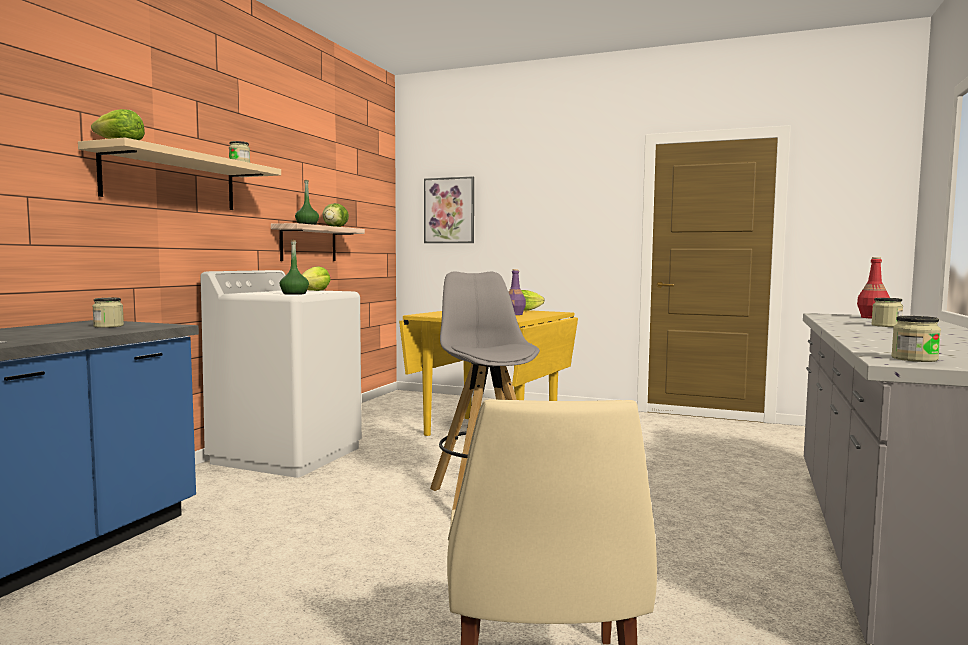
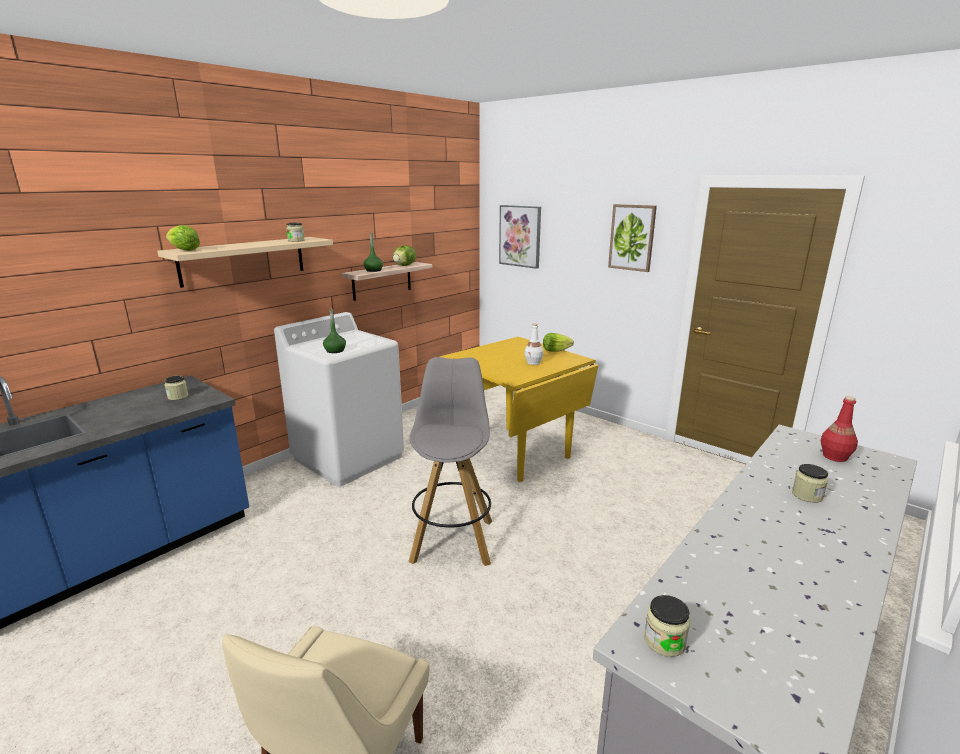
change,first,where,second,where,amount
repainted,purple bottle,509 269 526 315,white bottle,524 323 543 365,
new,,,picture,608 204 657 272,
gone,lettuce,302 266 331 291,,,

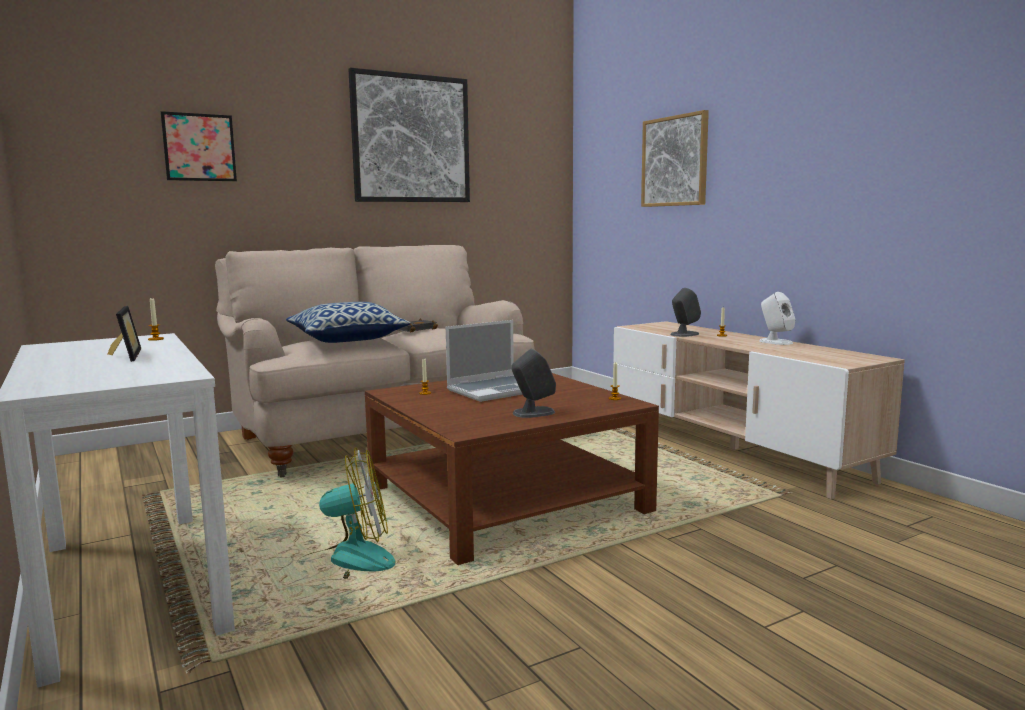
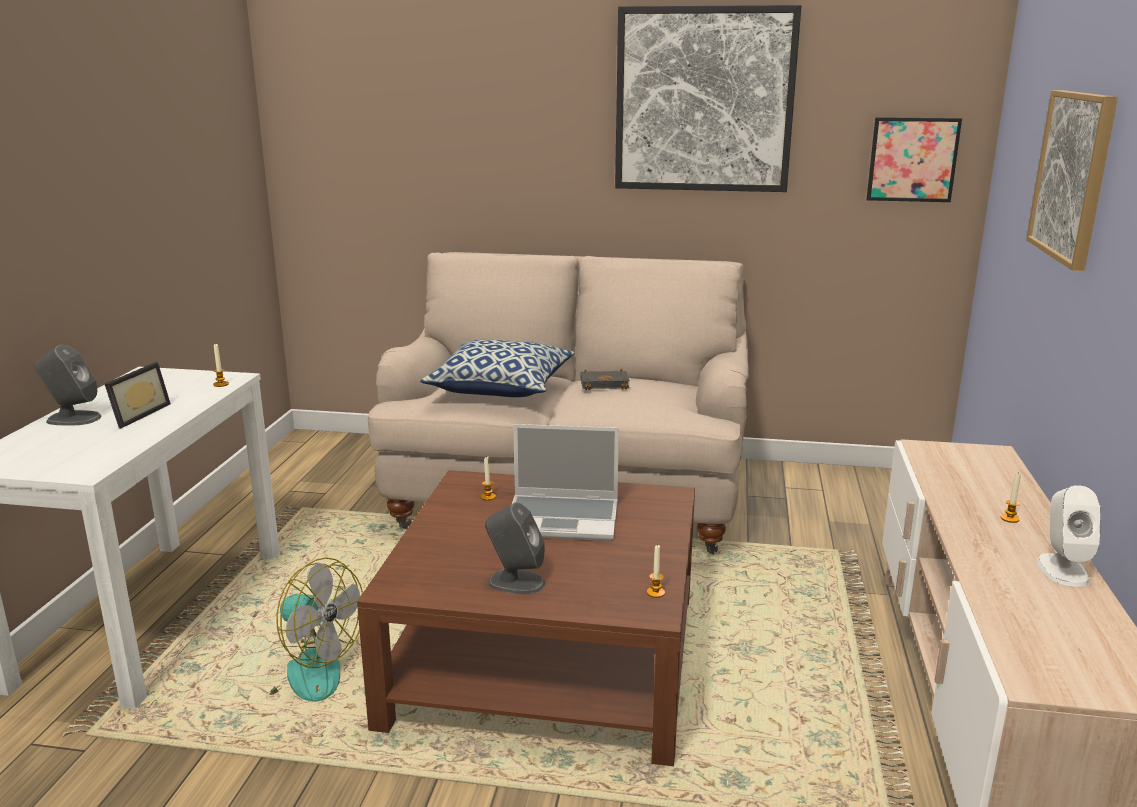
change,first,where,second,where,amount
shifted,grey speaker,670 288 701 337,,35 345 102 426,
shifted,picture,161 111 237 181,,866 117 962 202,

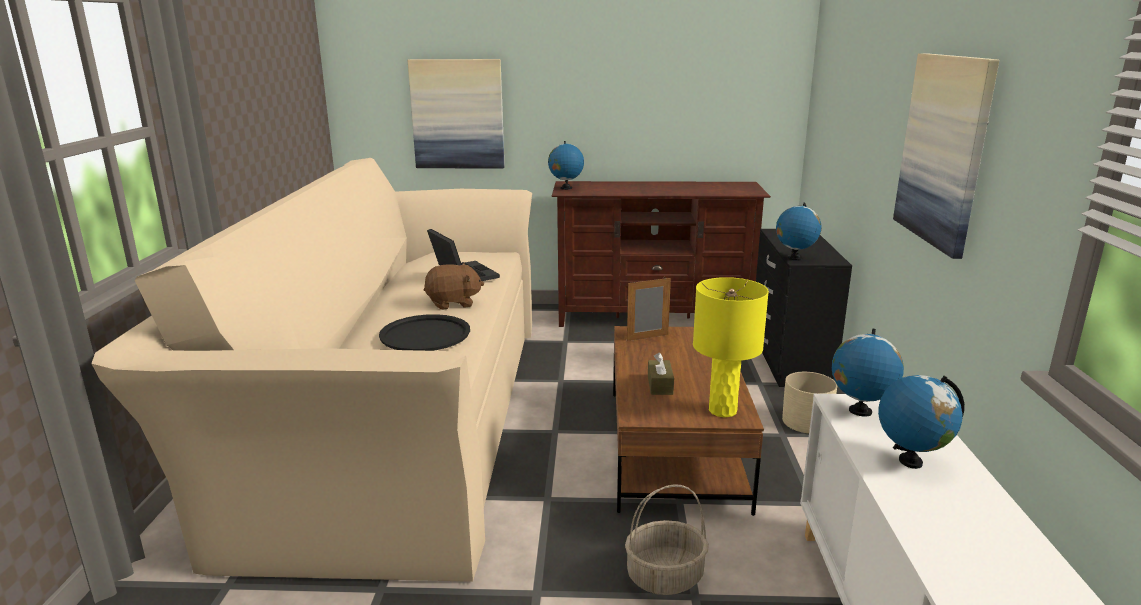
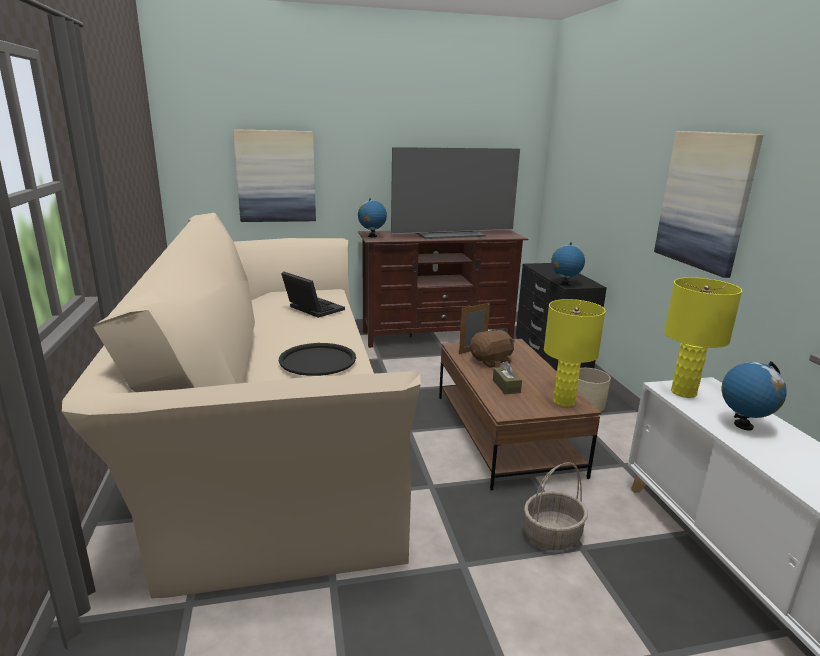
change,first,where,second,where,amount
new,,,television,391 147 520 239,
shifted,brown plush toy,424 263 484 310,,470 329 515 368,
swapped,globe,831 329 904 417,yellow table lamp,664 277 742 398,

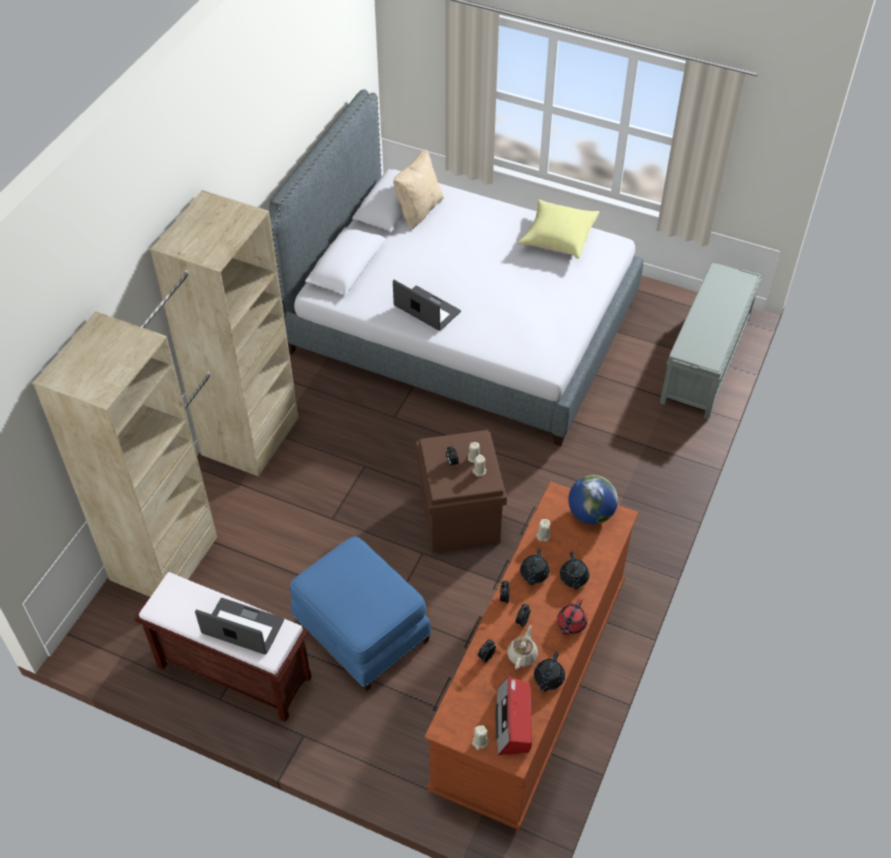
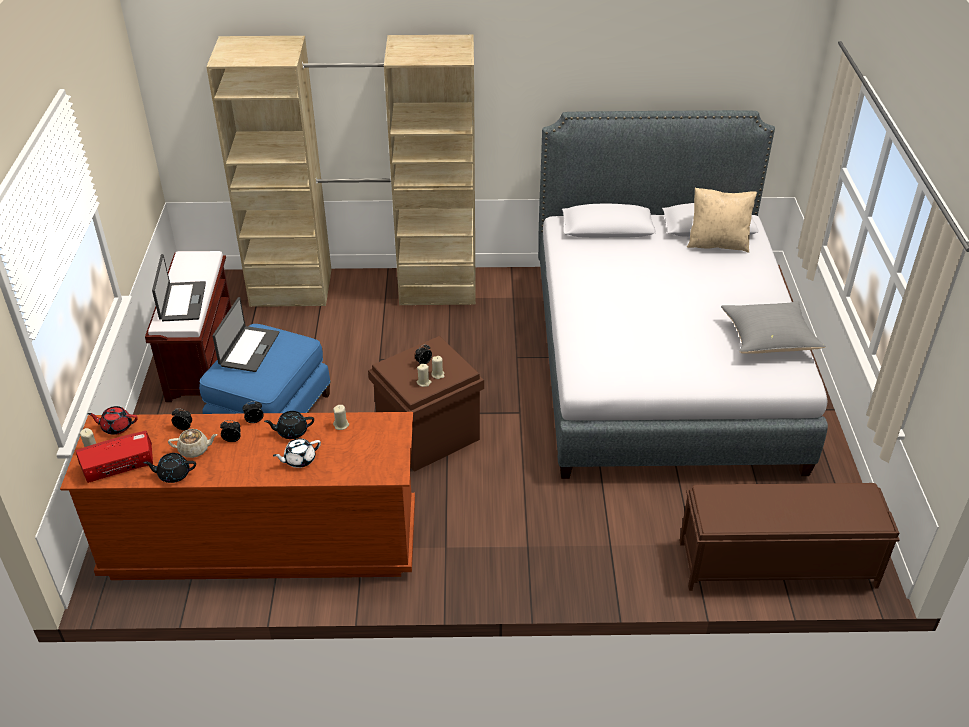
change,first,where,second,where,amount
shifted,red teapot,557 598 587 635,,87 406 138 435,
shifted,laptop,393 280 461 331,,213 297 279 372,
repainted,black teapot,560 552 589 590,white teapot,273 438 321 468,
repainted,grey bench,660 263 761 419,brown bench,679 483 900 591,
repainted,yellow pillow,518 199 599 259,grey pillow,721 301 826 354,
gone,globe,568 475 618 525,,,

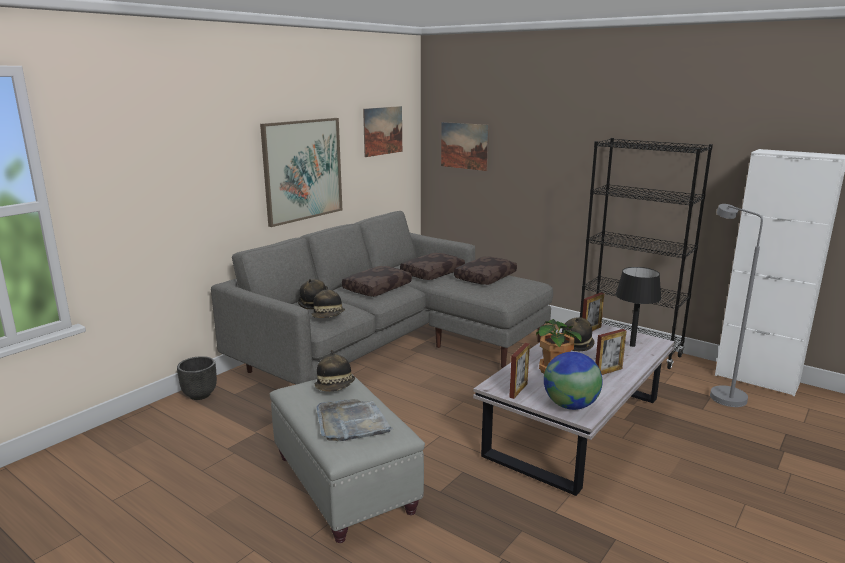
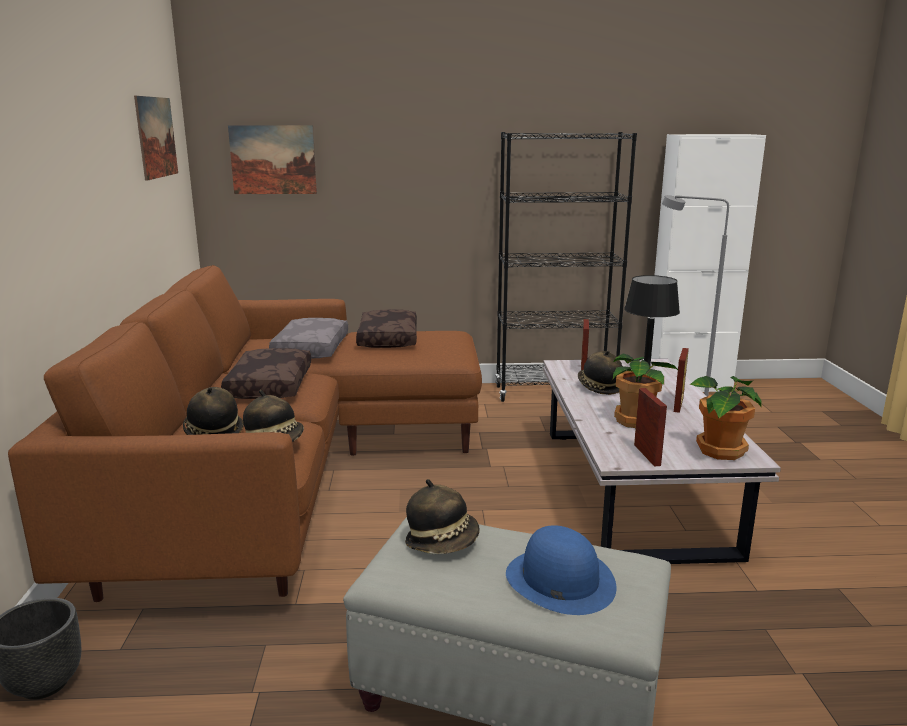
change,first,where,second,where,amount
repainted,grey sofa,211 211 553 385,brown sofa,8 265 482 602,
repainted,brown pillow,400 253 465 280,grey pillow,269 318 348 358,
swapped,grey tray,316 399 393 441,blue hat,506 525 617 615,
swapped,globe,544 352 603 410,potted plant,690 376 762 460,
gone,picture,260 118 342 227,,,

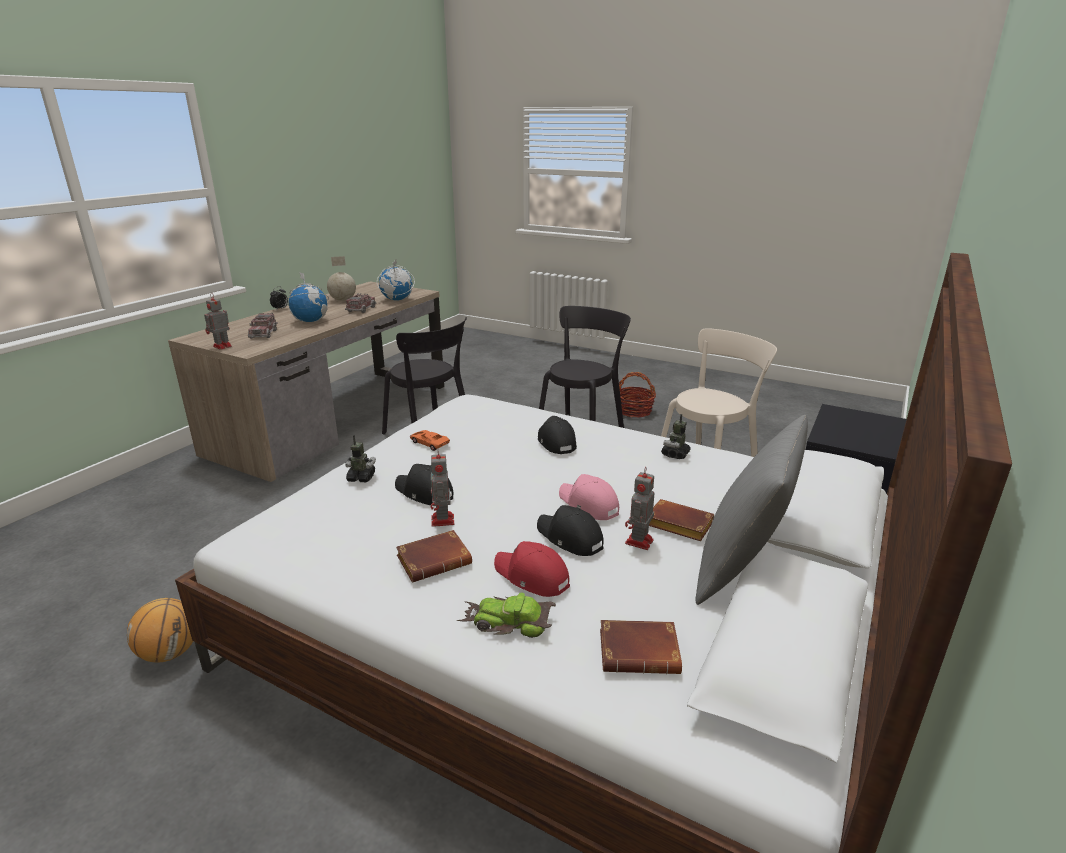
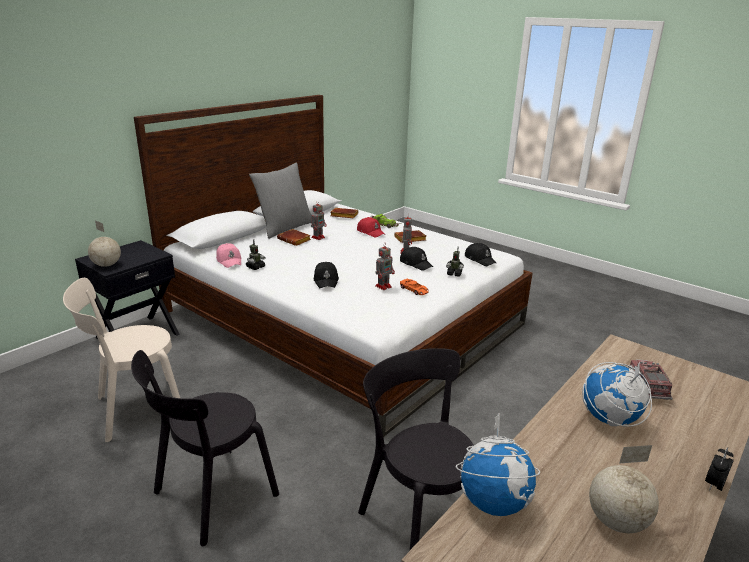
change,first,where,second,where,amount
new,,,globe,88 221 121 267,
shifted,pink cap,559 474 619 520,,216 243 241 268,
shifted,toy robot,204 293 232 350,,375 243 395 290,
shifted,black cap,537 505 604 556,,465 243 497 266,
gone,basketball,127 598 193 663,,,
gone,toy truck,345 293 376 313,,,
gone,basket,619 372 656 417,,,

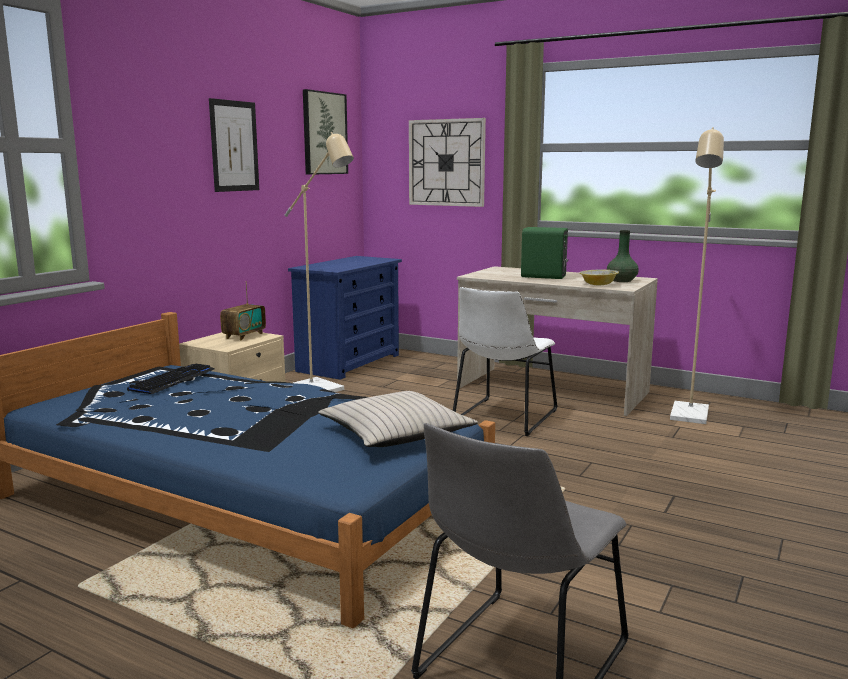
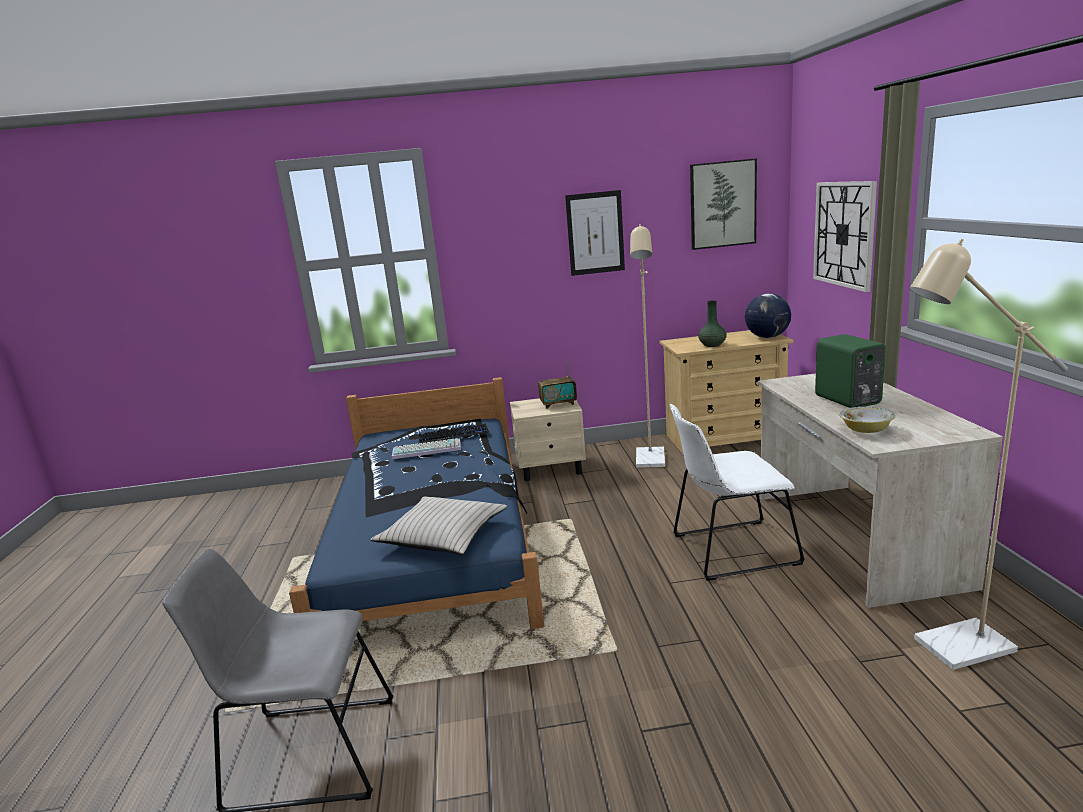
change,first,where,second,where,amount
new,,,keyboard,392 438 461 459,
repainted,blue dresser,288 256 402 380,beige dresser,660 330 793 455,
shifted,green vase,607 230 639 282,,698 300 727 347,
new,,,globe,745 294 791 338,

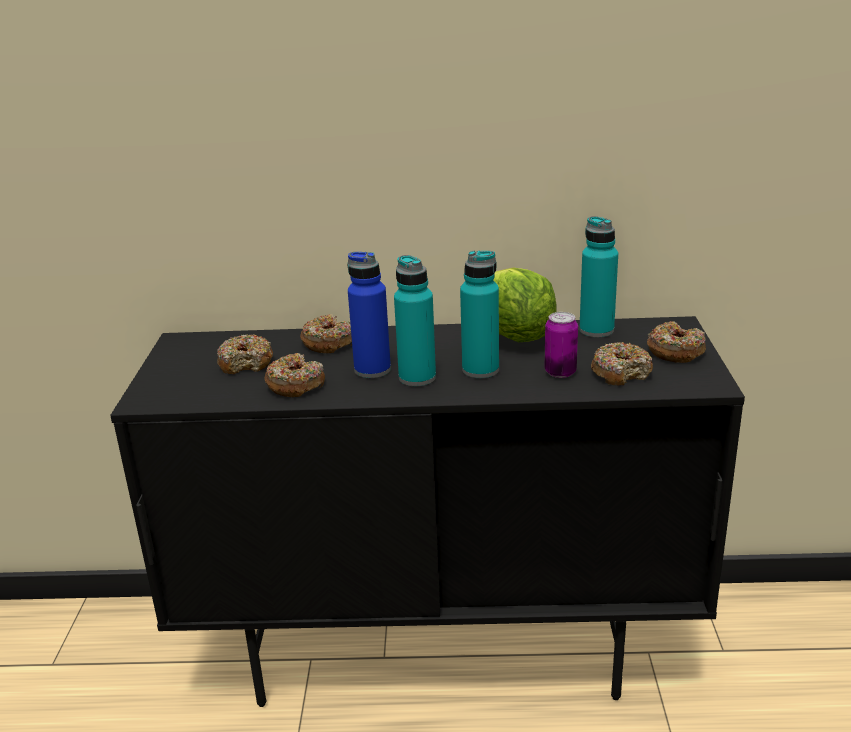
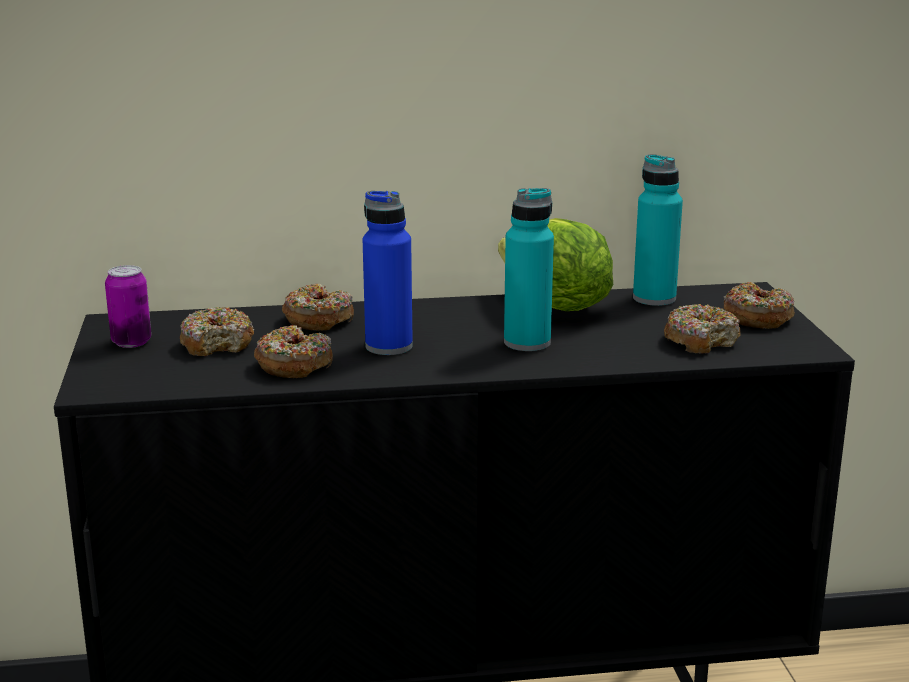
change,first,where,second,where,amount
shifted,can,544 312 578 378,,105 265 151 348,
gone,turquoise bottle,394 255 436 386,,,

